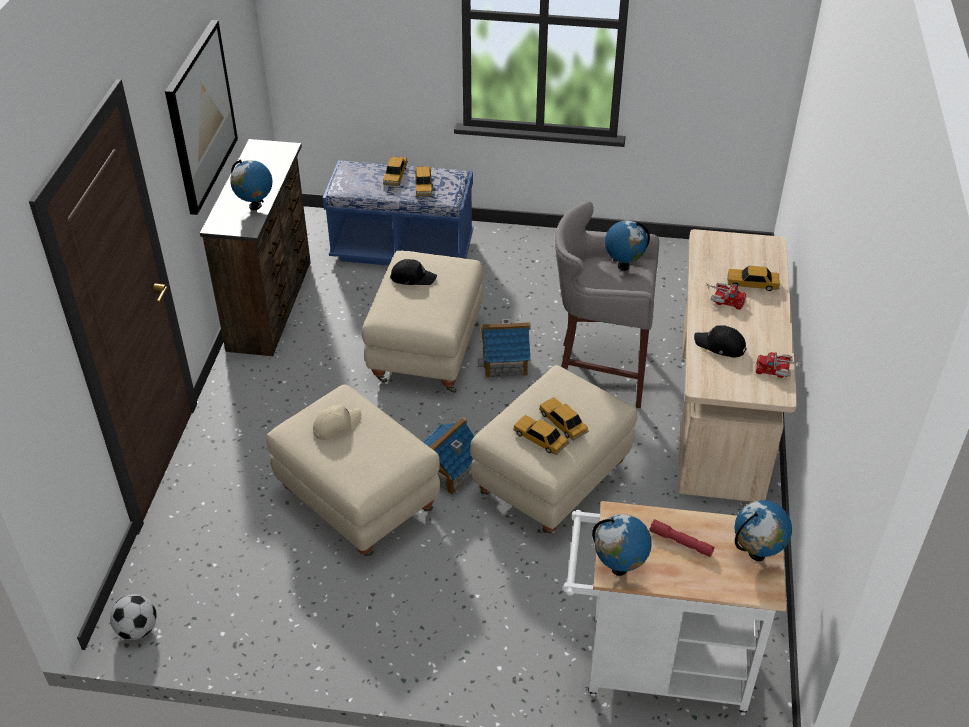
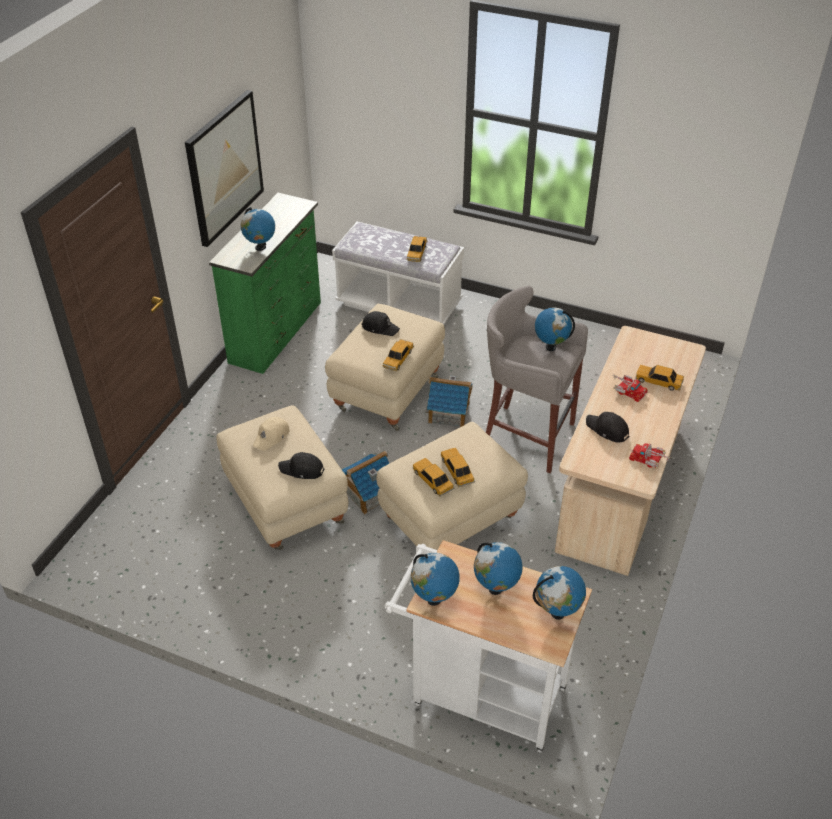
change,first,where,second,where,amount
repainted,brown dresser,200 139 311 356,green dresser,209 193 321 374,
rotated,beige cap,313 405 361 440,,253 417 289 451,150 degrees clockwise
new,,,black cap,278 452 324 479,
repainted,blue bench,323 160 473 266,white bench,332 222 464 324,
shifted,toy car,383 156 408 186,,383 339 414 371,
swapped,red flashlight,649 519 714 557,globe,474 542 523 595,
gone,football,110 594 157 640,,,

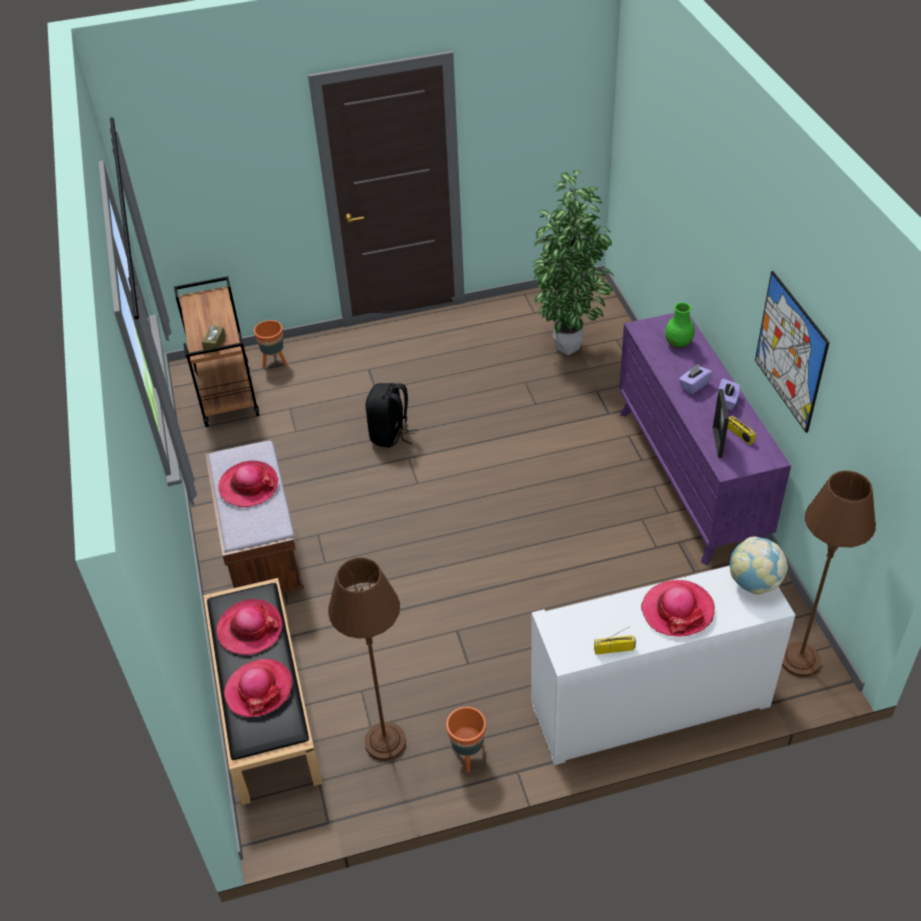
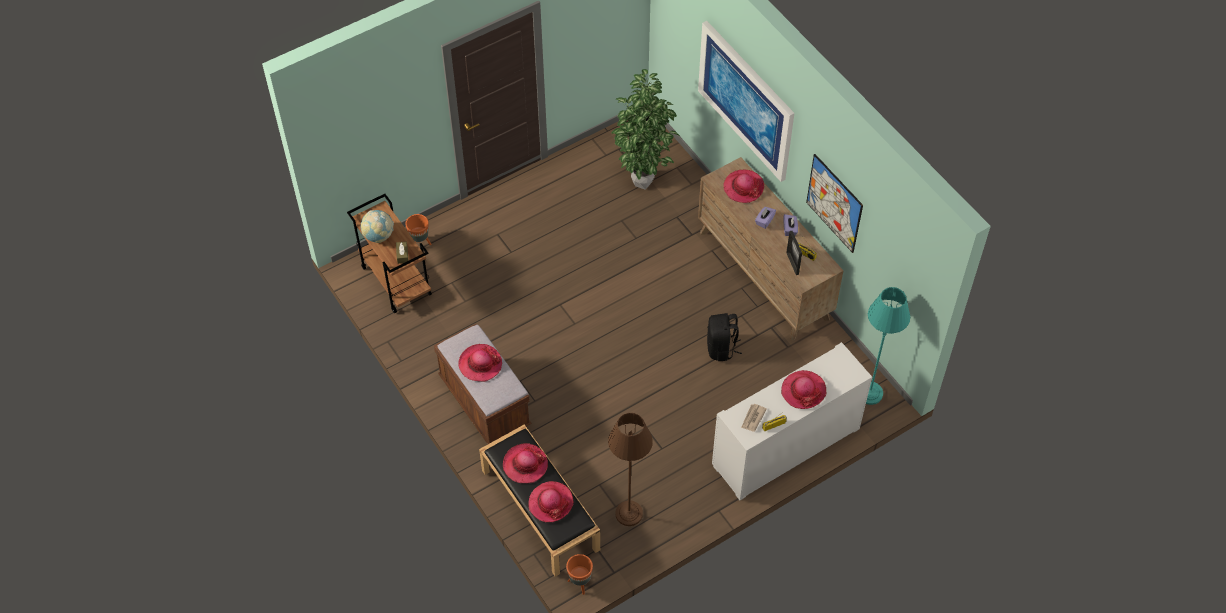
change,first,where,second,where,amount
shifted,globe,730 537 788 595,,361 210 394 243,
shifted,orange planter,446 707 486 772,,566 554 593 595,
new,,,picture,698 21 794 182,
repainted,purple dresser,619 313 791 566,brown dresser,698 157 844 341,
shifted,black backpack,366 383 418 448,,707 313 742 361,
swapped,green vase,665 302 695 348,hat,723 169 764 203,
new,,,newspaper,741 404 767 432,
repainted,brown floor lamp,782 471 876 677,turquoise floor lamp,866 287 910 405,

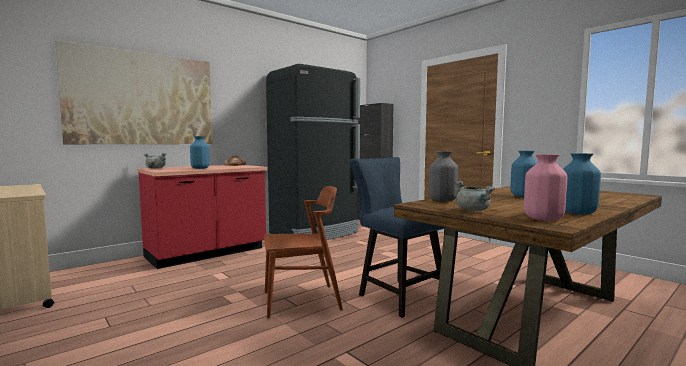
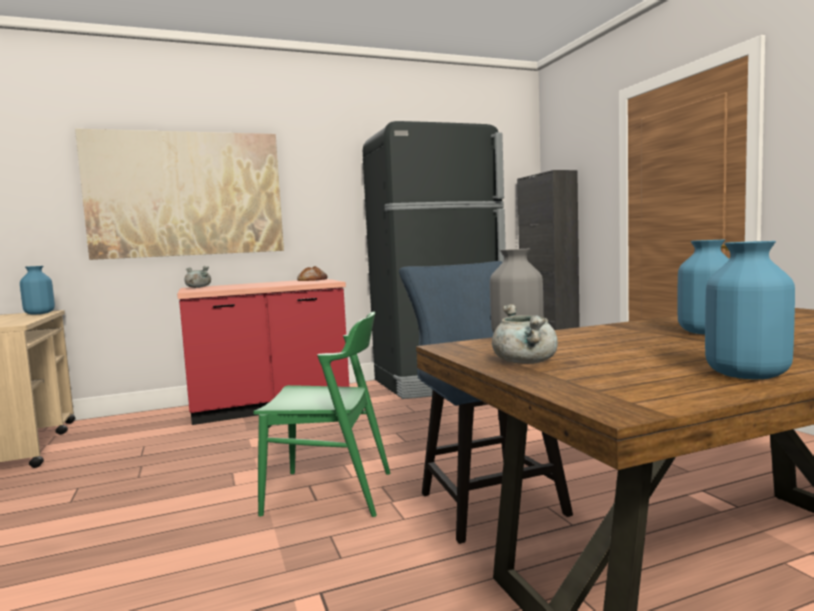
change,first,where,second,where,amount
shifted,blue vase,190 136 210 169,,20 266 55 315,
repainted,brown chair,264 186 343 319,green chair,253 312 391 517,
gone,pink vase,524 154 567 221,,,

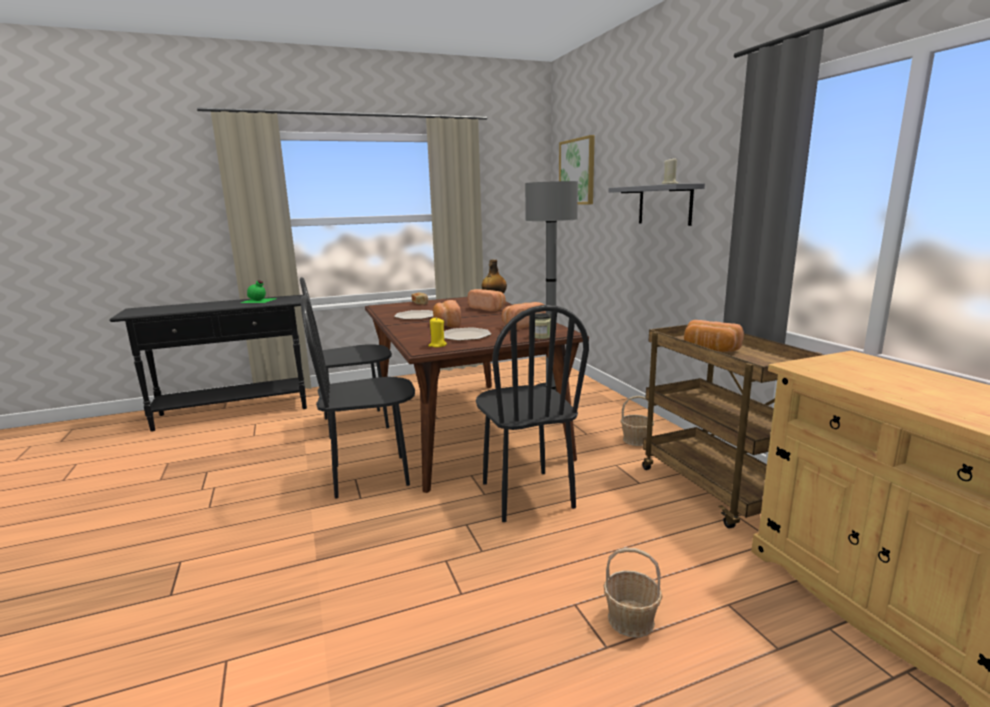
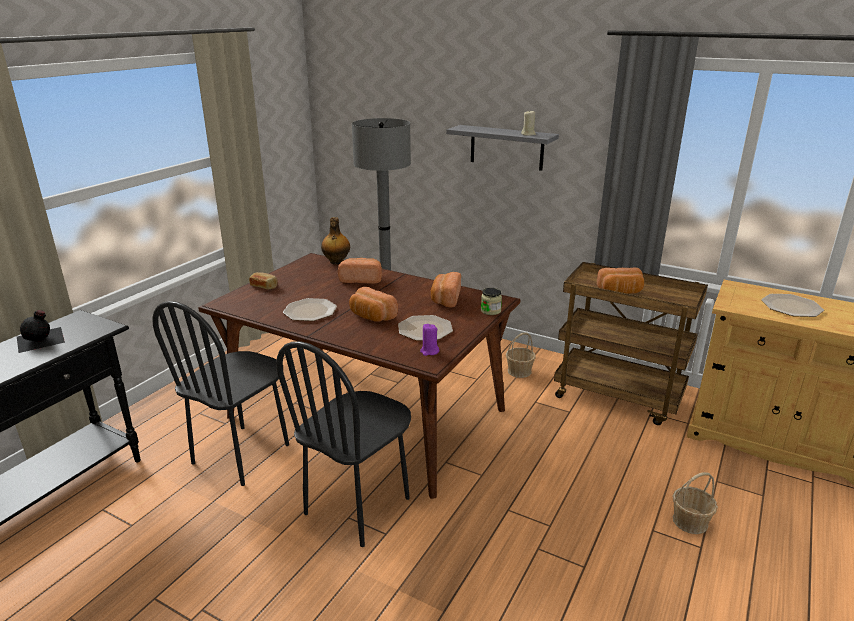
change,first,where,second,where,amount
repainted,green bottle,241 280 277 303,black bottle,17 310 65 353,
repainted,yellow candle,428 317 447 347,purple candle,420 324 439 356,
new,,,plate,761 294 824 317,
gone,black chair,476 305 589 522,,,
gone,picture,559 135 595 205,,,

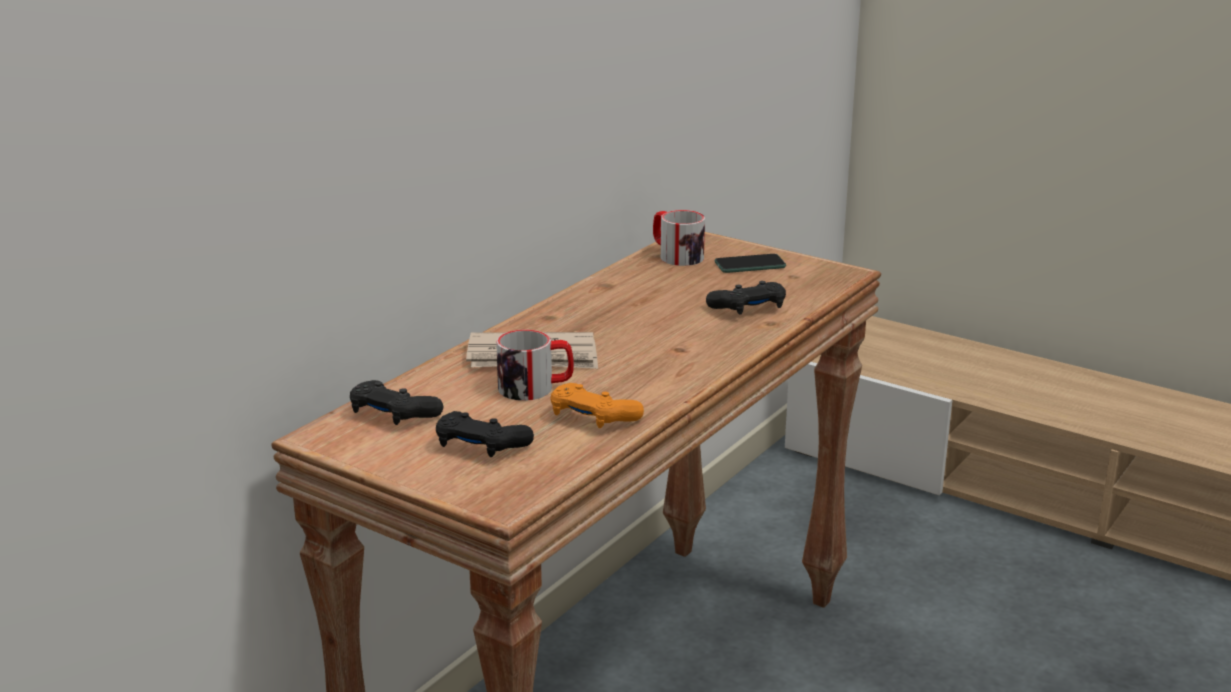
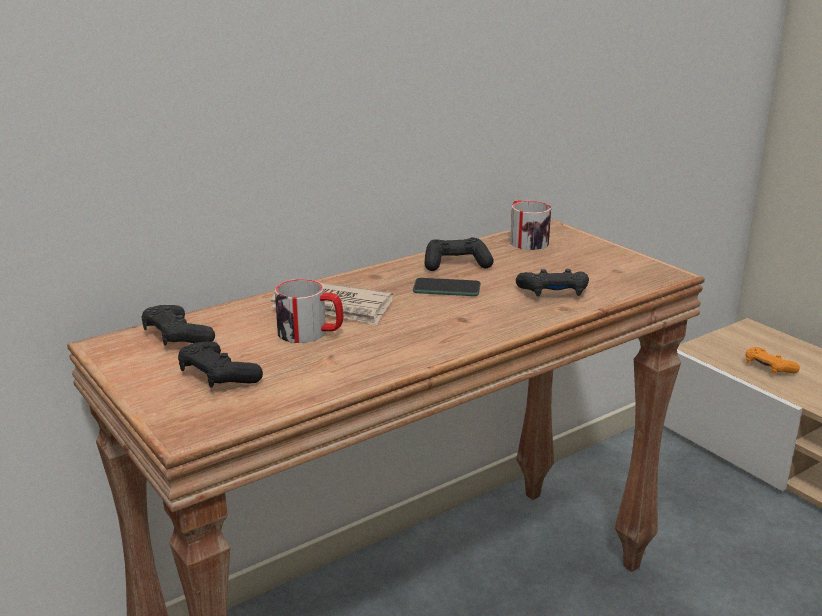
change,first,where,second,where,amount
shifted,phone,715 254 786 273,,413 278 481 296,
new,,,black game controller,425 237 494 271,
shifted,orange game controller,551 383 644 428,,746 347 800 374,

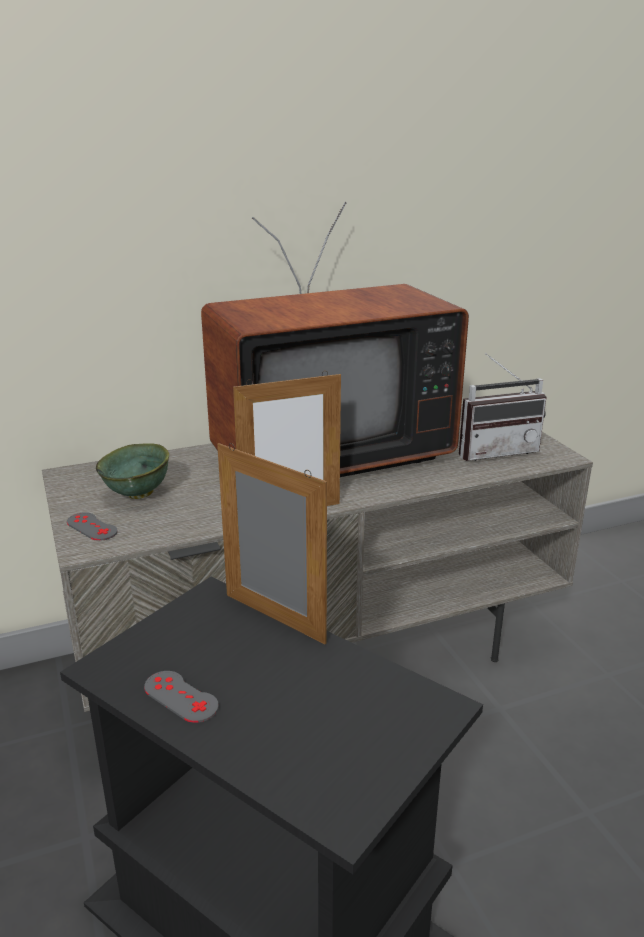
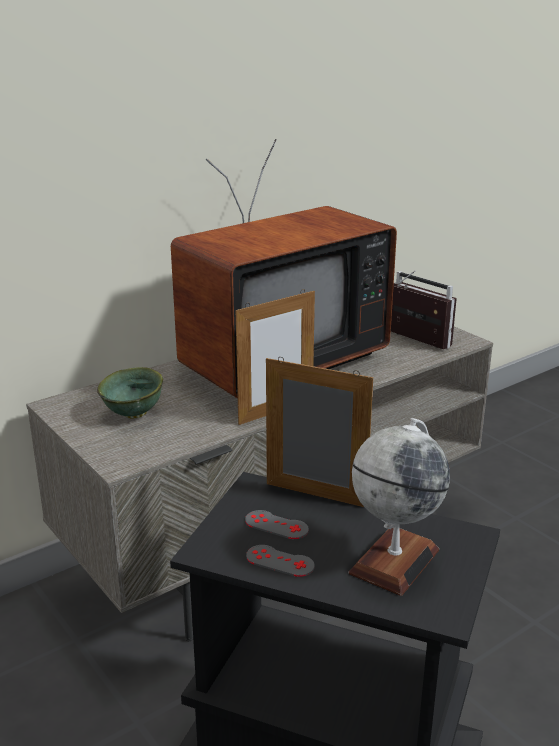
change,first,where,second,where,amount
shifted,grey game controller,67 512 118 541,,245 510 309 539,
new,,,globe,349 418 450 596,
rotated,radio,459 353 546 461,,391 270 457 349,105 degrees counterclockwise

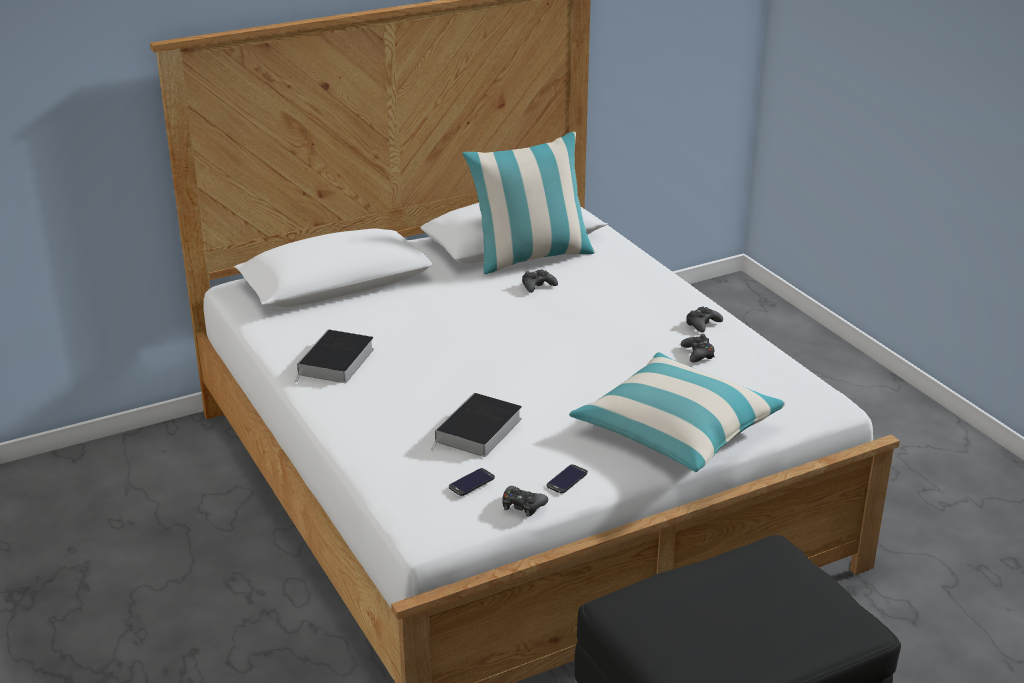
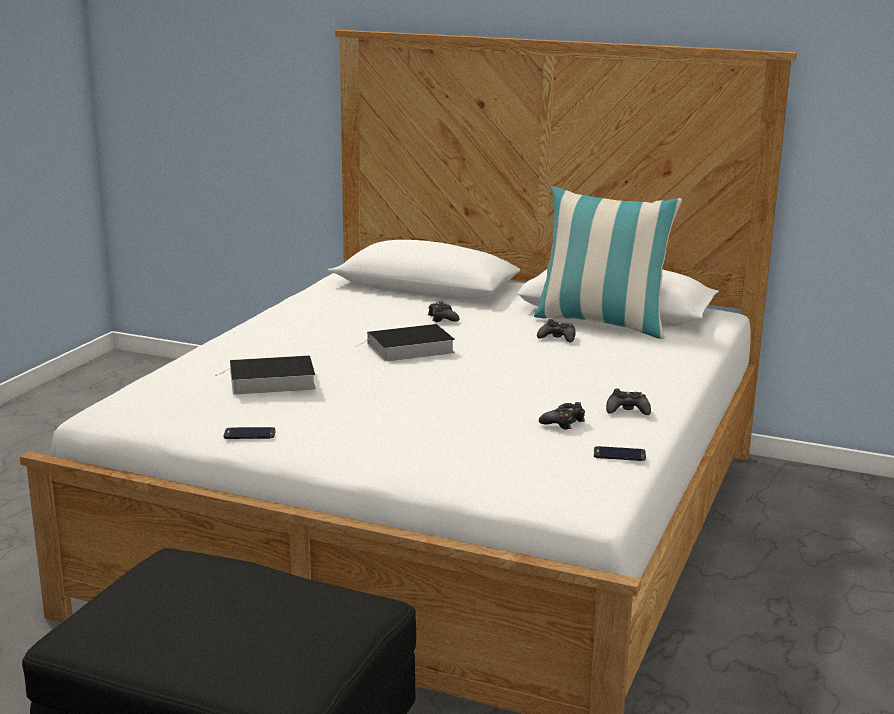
change,first,where,second,where,amount
shifted,book,295 330 374 383,,355 324 455 361,
shifted,black game controller,502 486 548 517,,428 302 460 322,
shifted,phone,449 468 495 496,,594 446 646 461,
gone,pillow,569 352 786 472,,,

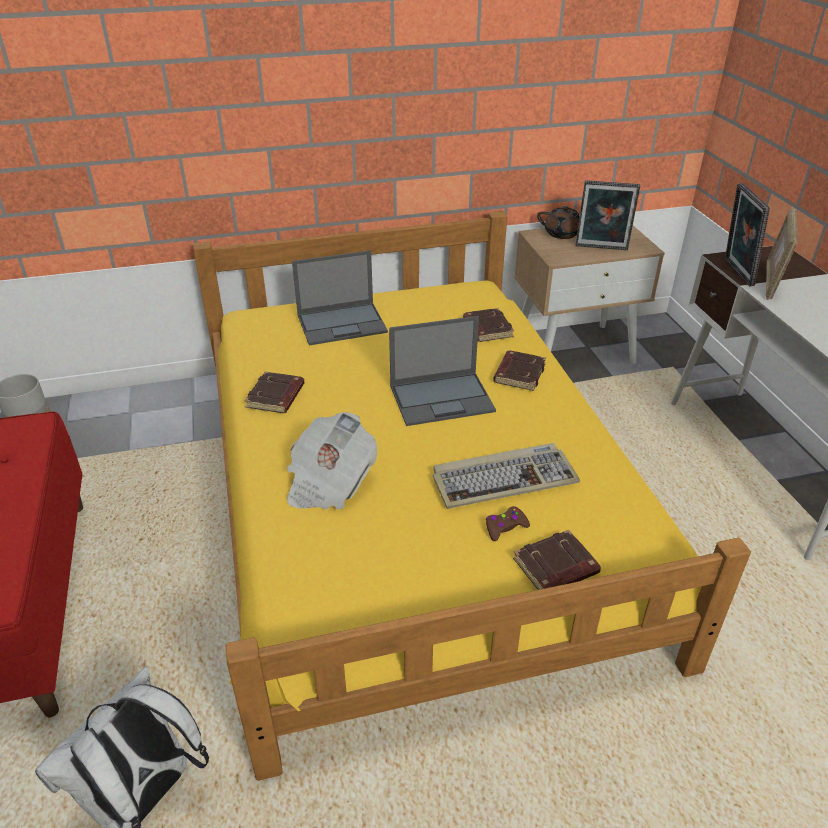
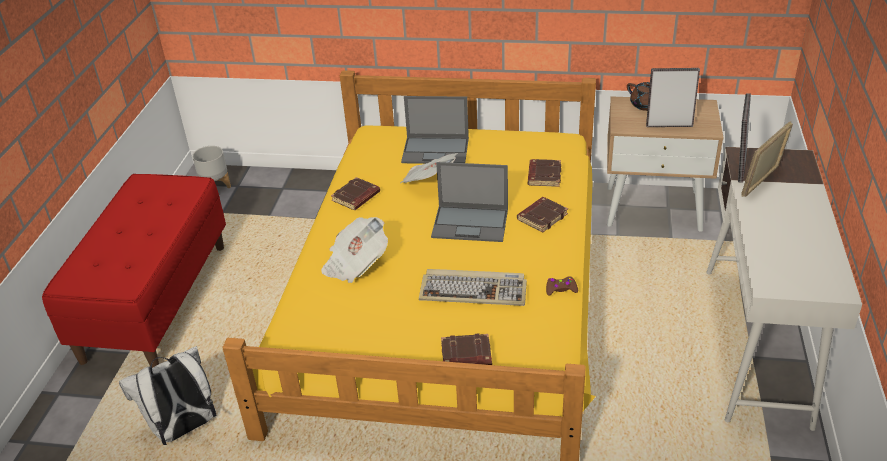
change,first,where,second,where,amount
new,,,newspaper,400 153 458 183,
shifted,brown game controller,486 506 530 541,,546 276 578 296,
rotated,picture frame,576 180 640 250,,646 68 700 127,150 degrees clockwise

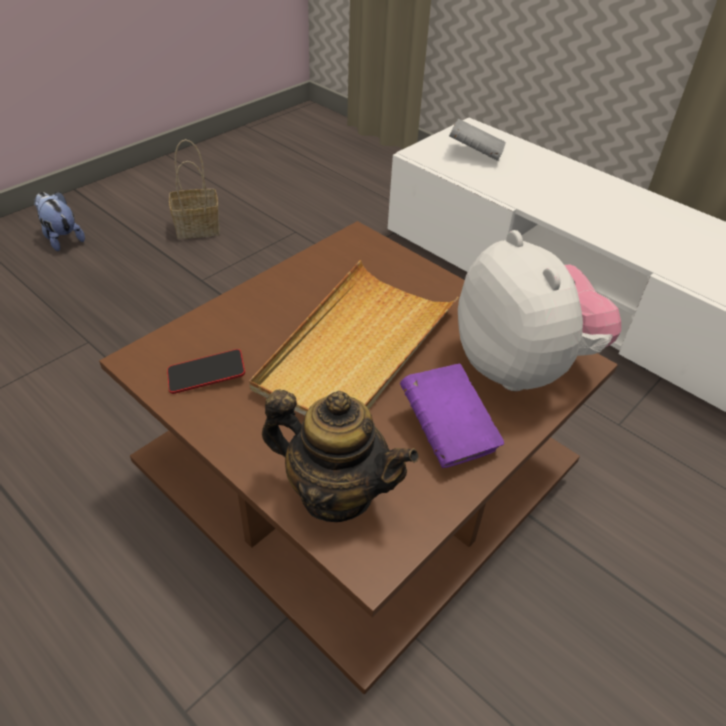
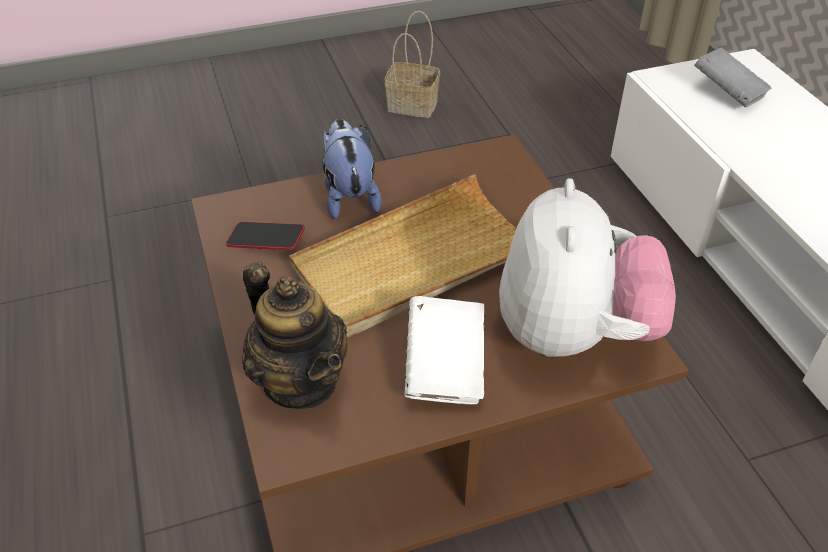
change,first,where,second,where,amount
shifted,plush toy,34 192 85 251,,323 119 382 219,
repainted,purple book,400 363 504 469,white book,404 296 485 404,

